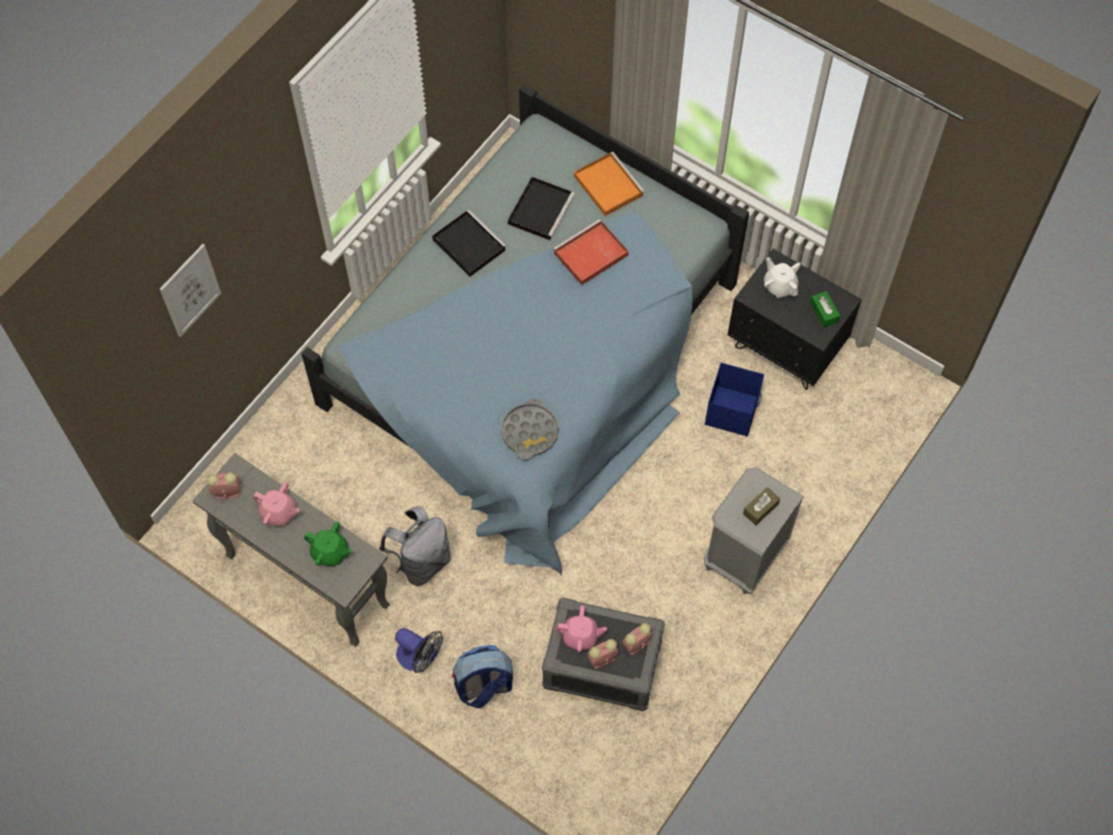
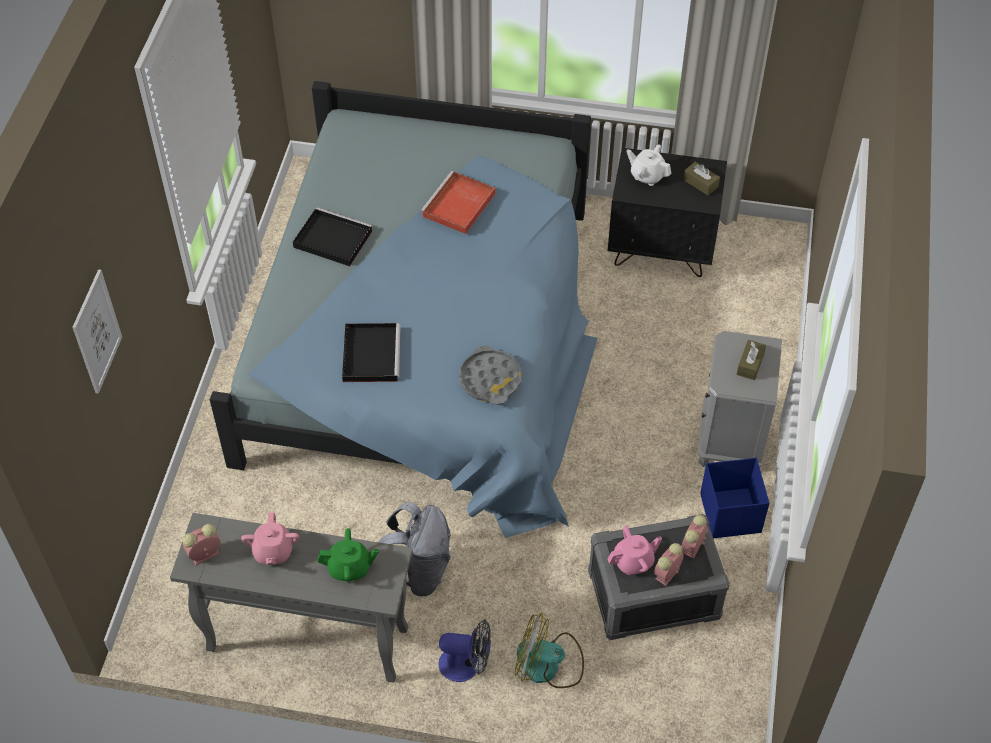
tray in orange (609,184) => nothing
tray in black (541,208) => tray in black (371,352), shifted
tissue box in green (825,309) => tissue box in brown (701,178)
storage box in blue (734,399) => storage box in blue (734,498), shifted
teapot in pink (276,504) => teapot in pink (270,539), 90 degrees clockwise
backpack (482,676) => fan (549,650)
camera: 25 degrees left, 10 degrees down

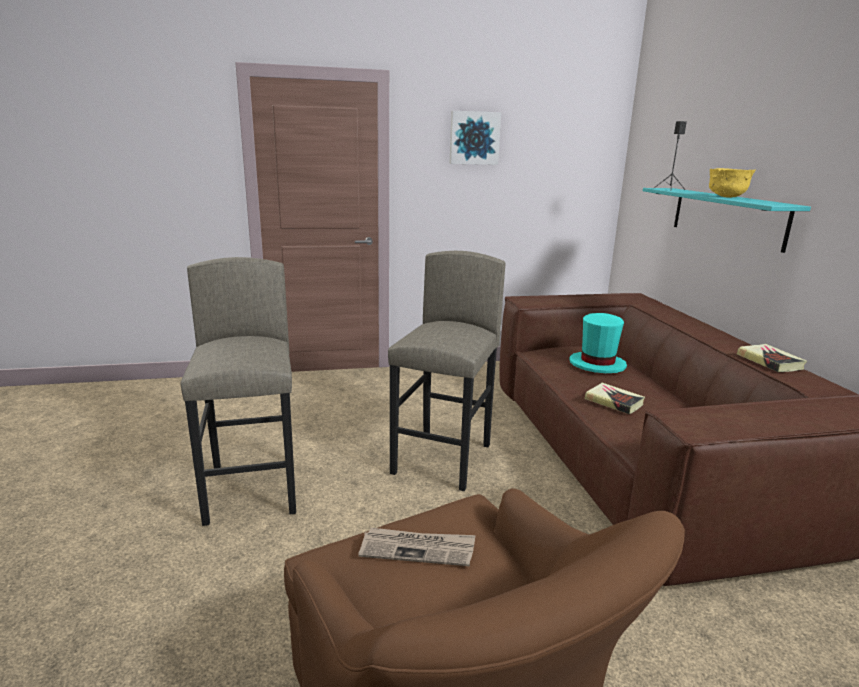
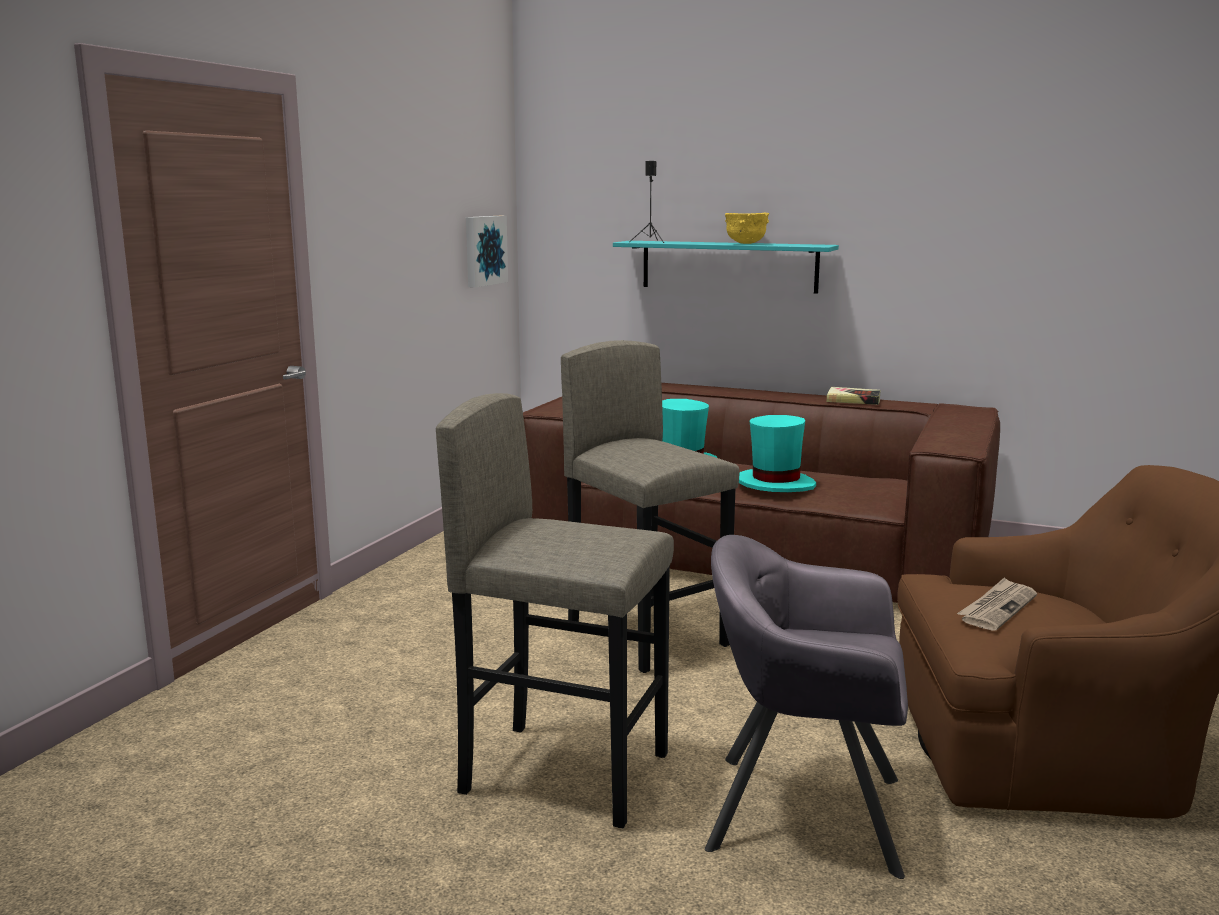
picture (475,138) => picture (487,252), shifted
book (614,398) => hat in turquoise (777,453)
nothing => armchair in grey (806,707)
camera: 55 degrees left, 5 degrees down

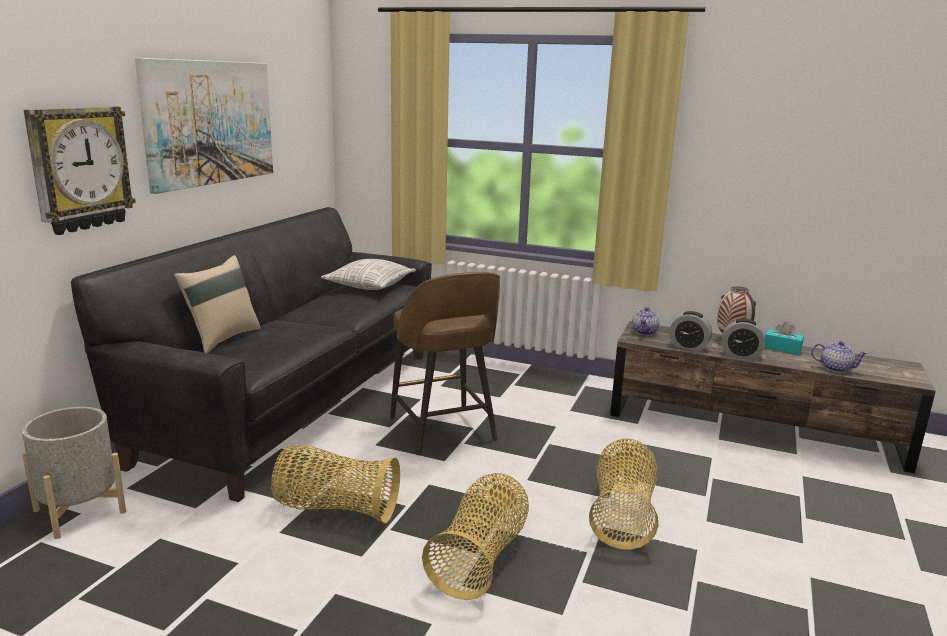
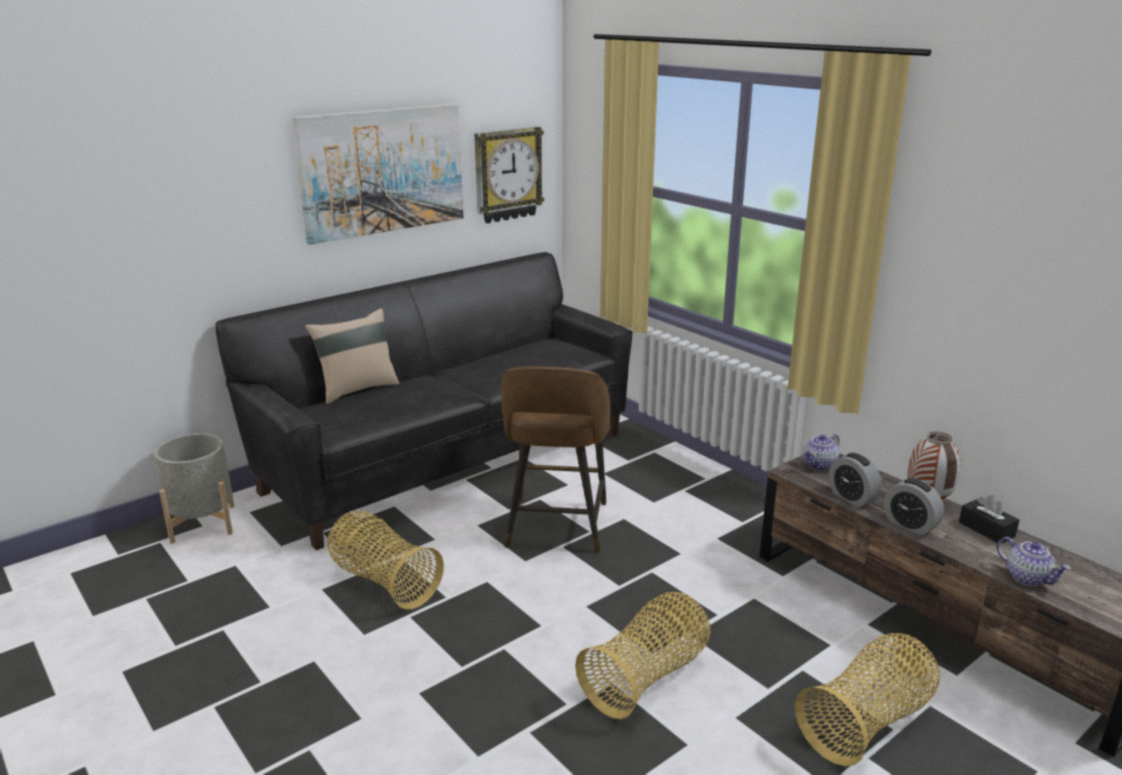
wall clock (80,171) => wall clock (509,175), shifted
pillow (368,274) => nothing
tissue box in turquoise (784,338) => tissue box in black (989,519)
basket (475,536) => basket (867,699), shifted
camera: 30 degrees right, 5 degrees up

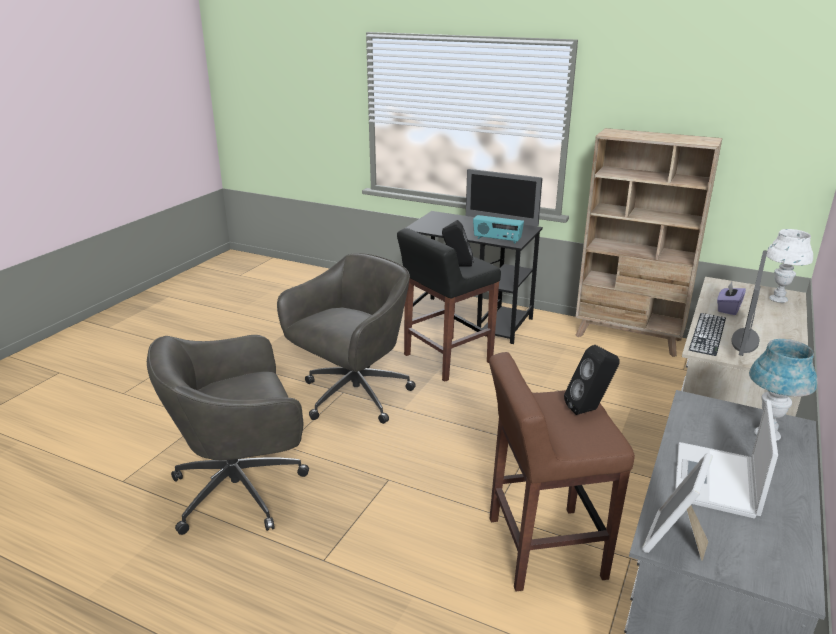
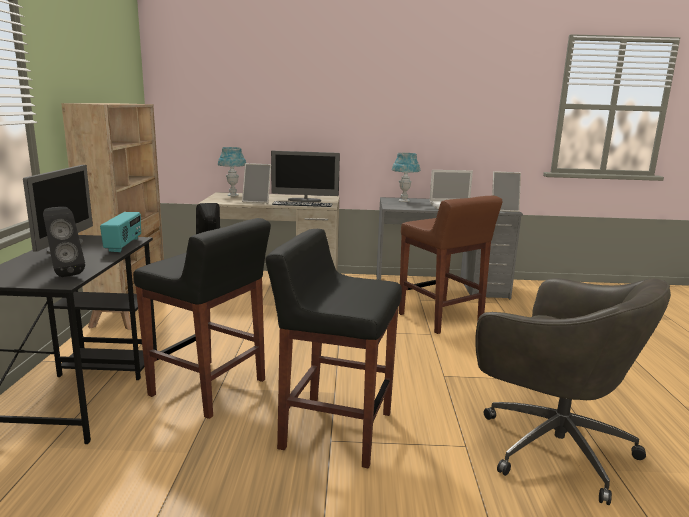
table lamp in white (789,266) => table lamp in blue (232,171)
office chair in grey (346,338) => stool in black (333,349)
tissue box in purple (731,298) => picture frame (256,183)
speaker in black (592,380) => speaker in black (64,242), shifted
camera: 115 degrees left, 10 degrees down

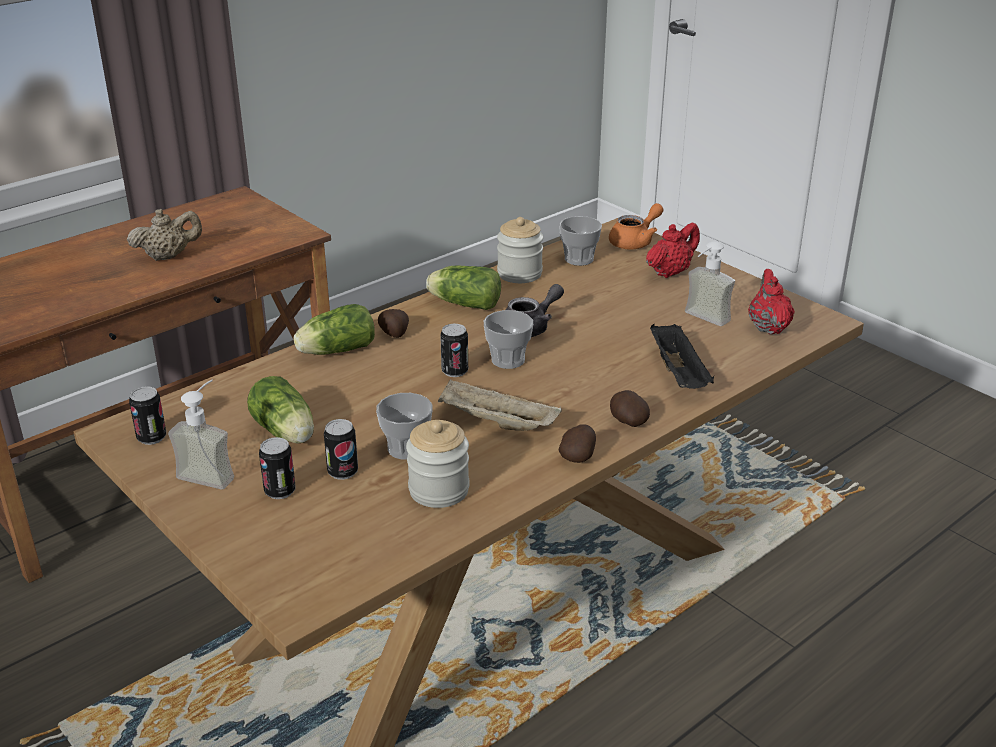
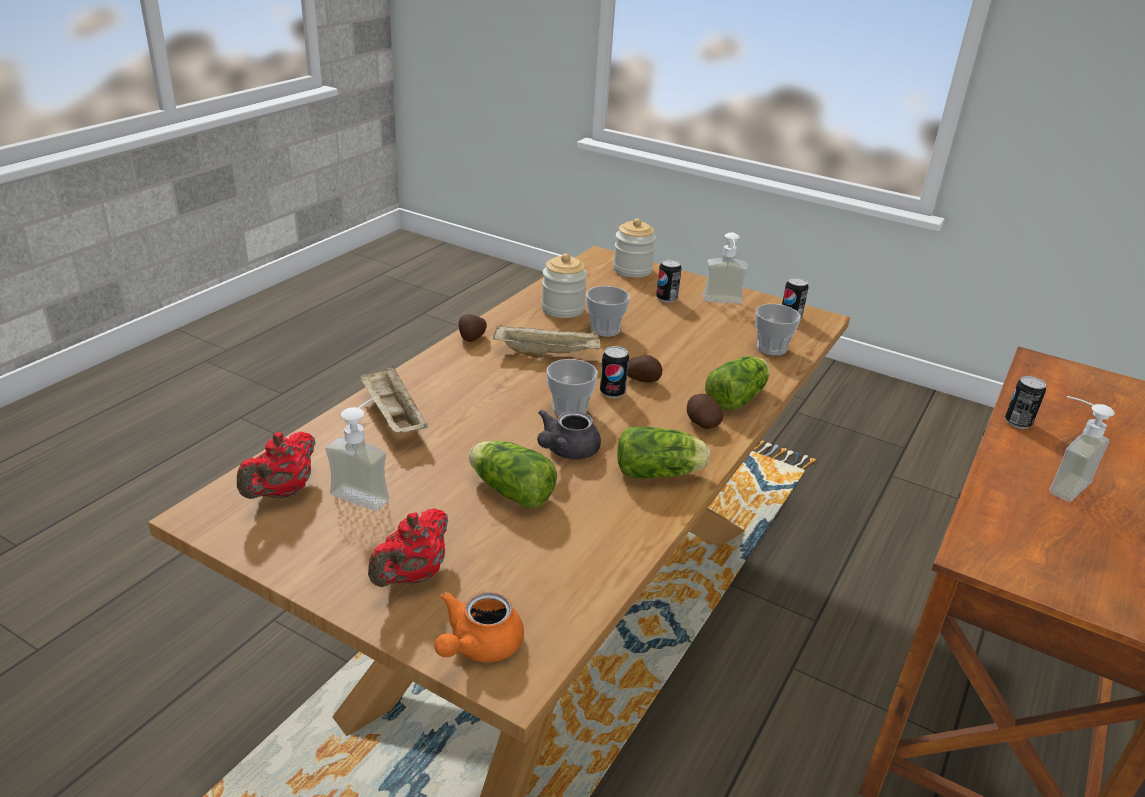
teapot in beige (164,235) => soap dispenser (1082,449)
cup (580,241) => cup (778,330), shifted
jar (520,250) => jar (634,248), shifted
teapot in red (771,301) => teapot in red (276,465), 45 degrees clockwise
tray in black (682,356) => tray in beige (393,399)
lettuce (280,410) => lettuce (513,474), shifted
potato (630,408) => potato (644,369), shifted
can (341,449) => can (1025,402), shifted
camera: 160 degrees right, 0 degrees up

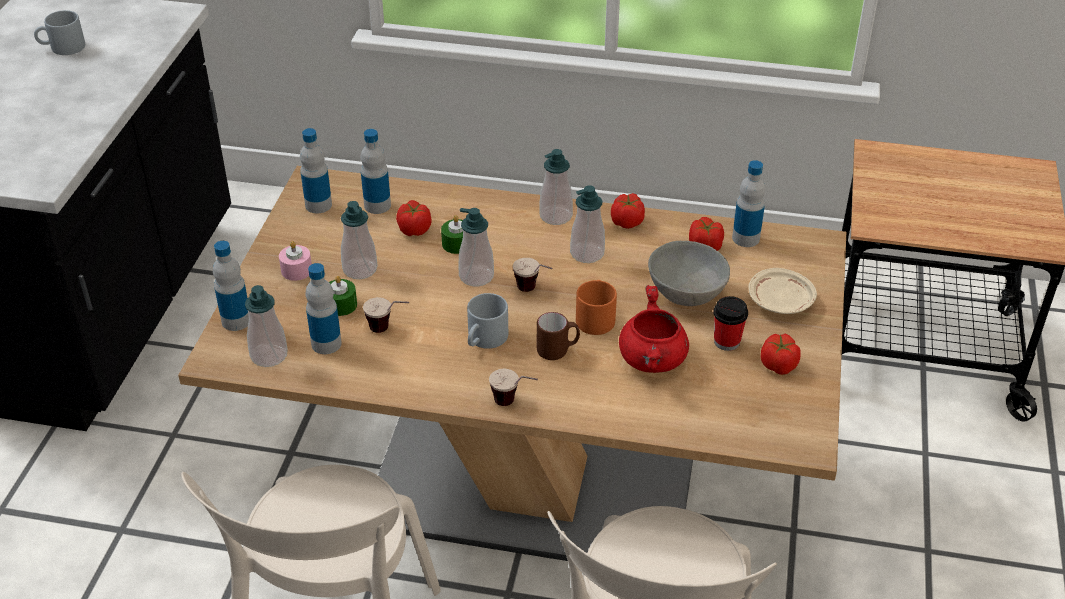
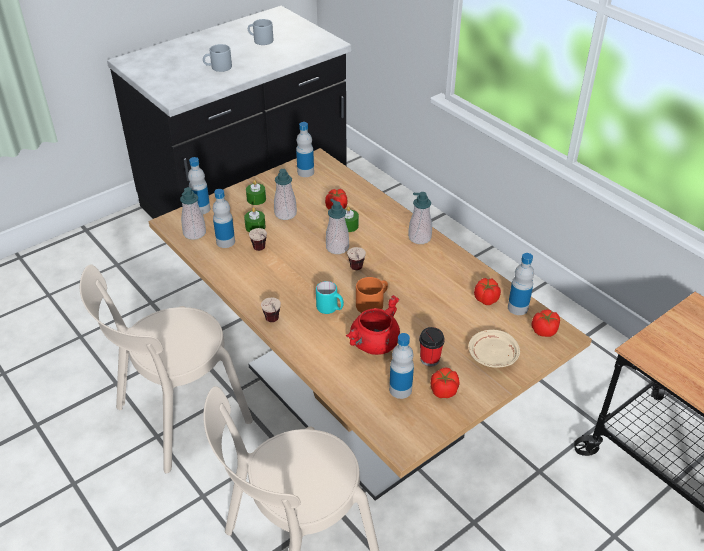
bottle (376,171) => bottle (401,366), shifted
soap dispenser (587,224) => nothing
tomato (628,211) => tomato (545,323), shifted
candle in pink (295,261) => candle in green (256,192)
bowl in grey (689,273) => nothing
mug in grey (487,321) => mug in grey (217,58), shifted
mug in brown (558,336) => mug in turquoise (330,297)
camera: 40 degrees right, 0 degrees up

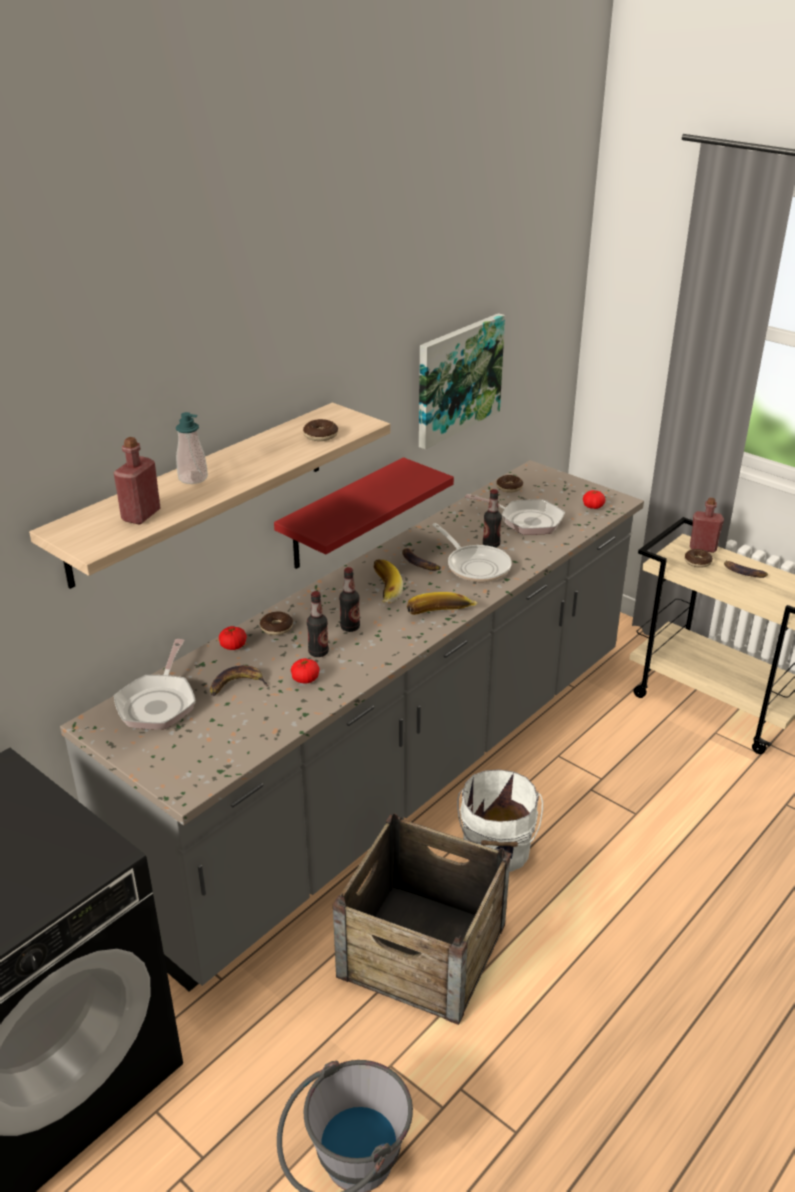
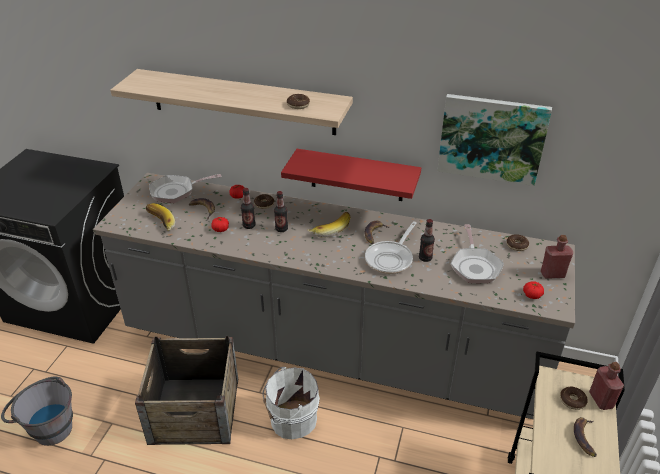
soap dispenser (192,448) => nothing
bottle in red (137,480) => bottle in red (557,257), shifted
banana (442,603) => banana (160,217), shifted
camera: 65 degrees right, 5 degrees up

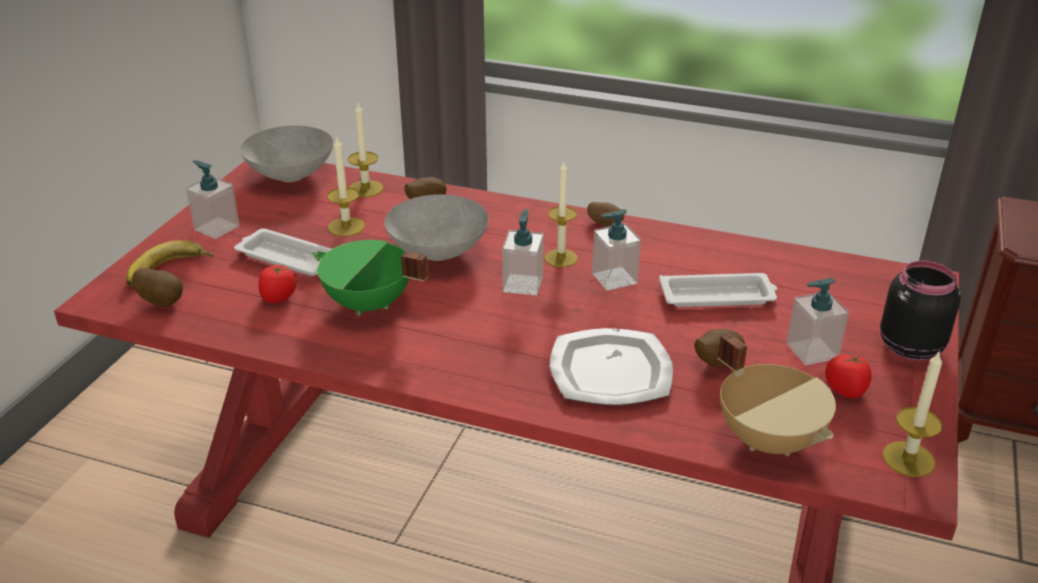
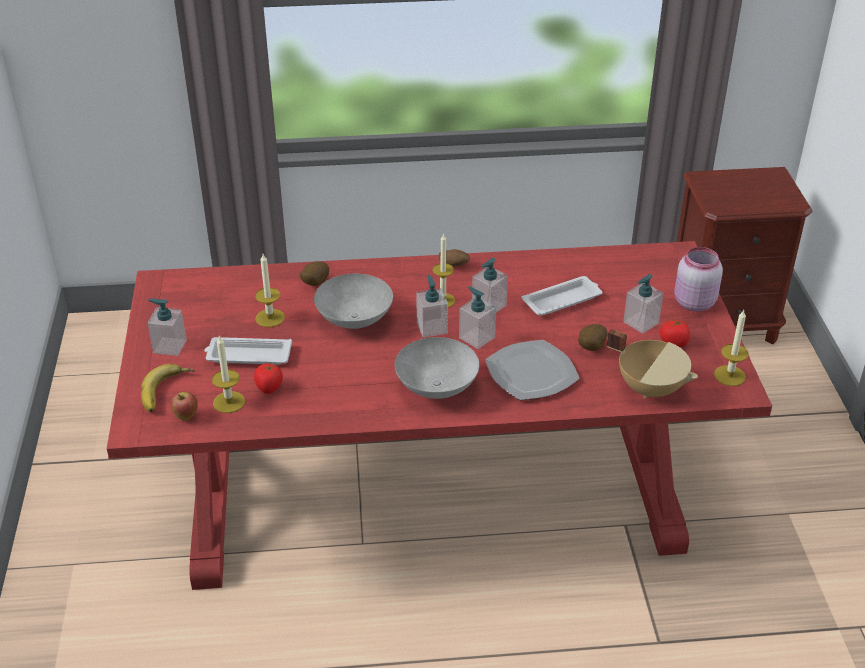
candle (365,150) => candle (228,374), shifted
bowl in grey (286,154) => bowl in grey (437,368), shifted
cooking pot in green (370,278) => nothing
jar in black (920,310) => jar in pink (698,279)
potato (157,287) => apple (184,406)
nothing => soap dispenser (477,317)
camera: 25 degrees left, 5 degrees up

